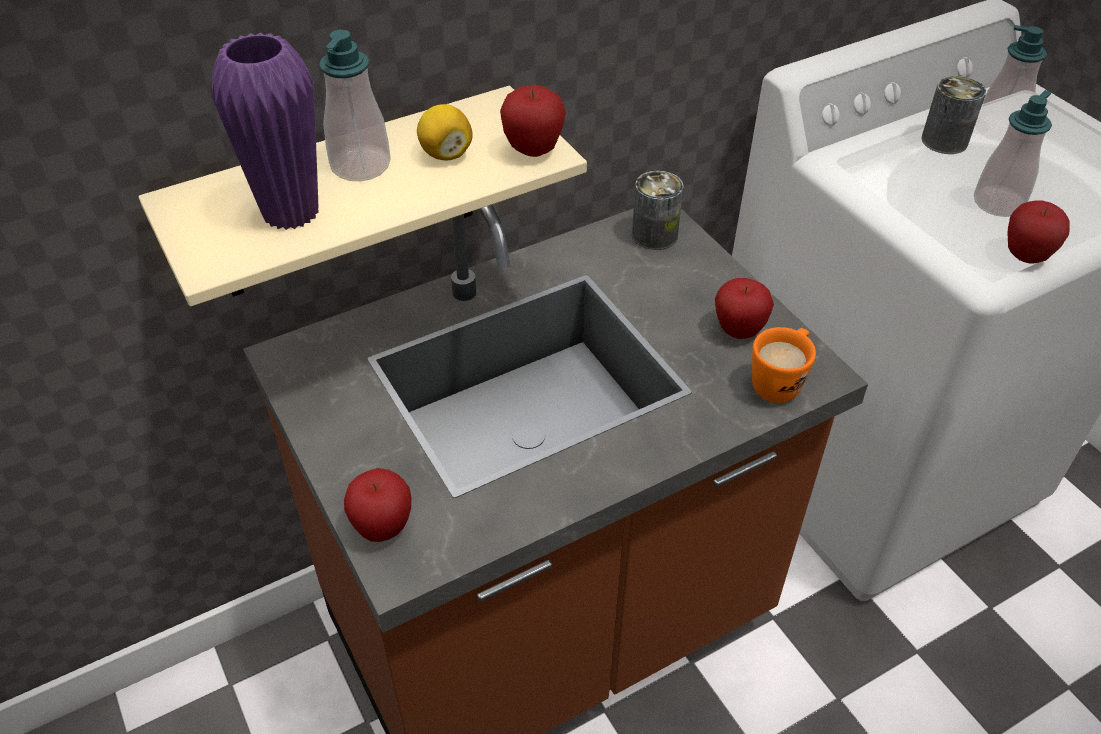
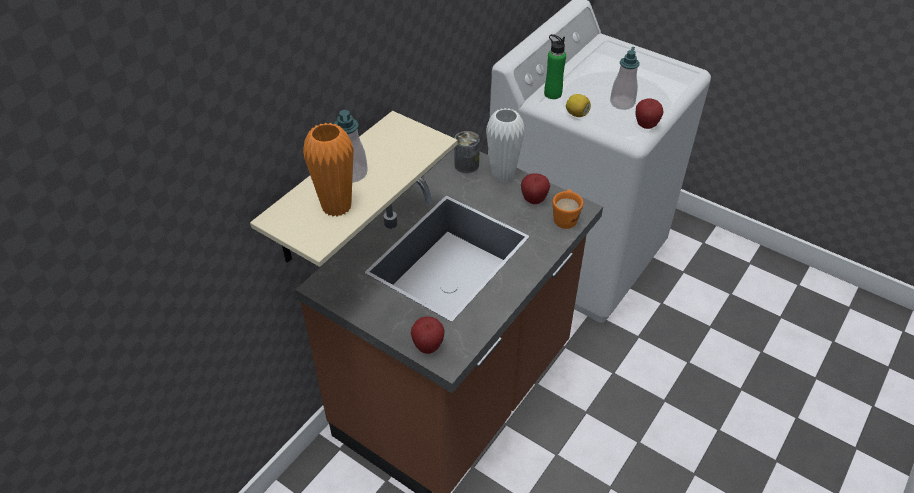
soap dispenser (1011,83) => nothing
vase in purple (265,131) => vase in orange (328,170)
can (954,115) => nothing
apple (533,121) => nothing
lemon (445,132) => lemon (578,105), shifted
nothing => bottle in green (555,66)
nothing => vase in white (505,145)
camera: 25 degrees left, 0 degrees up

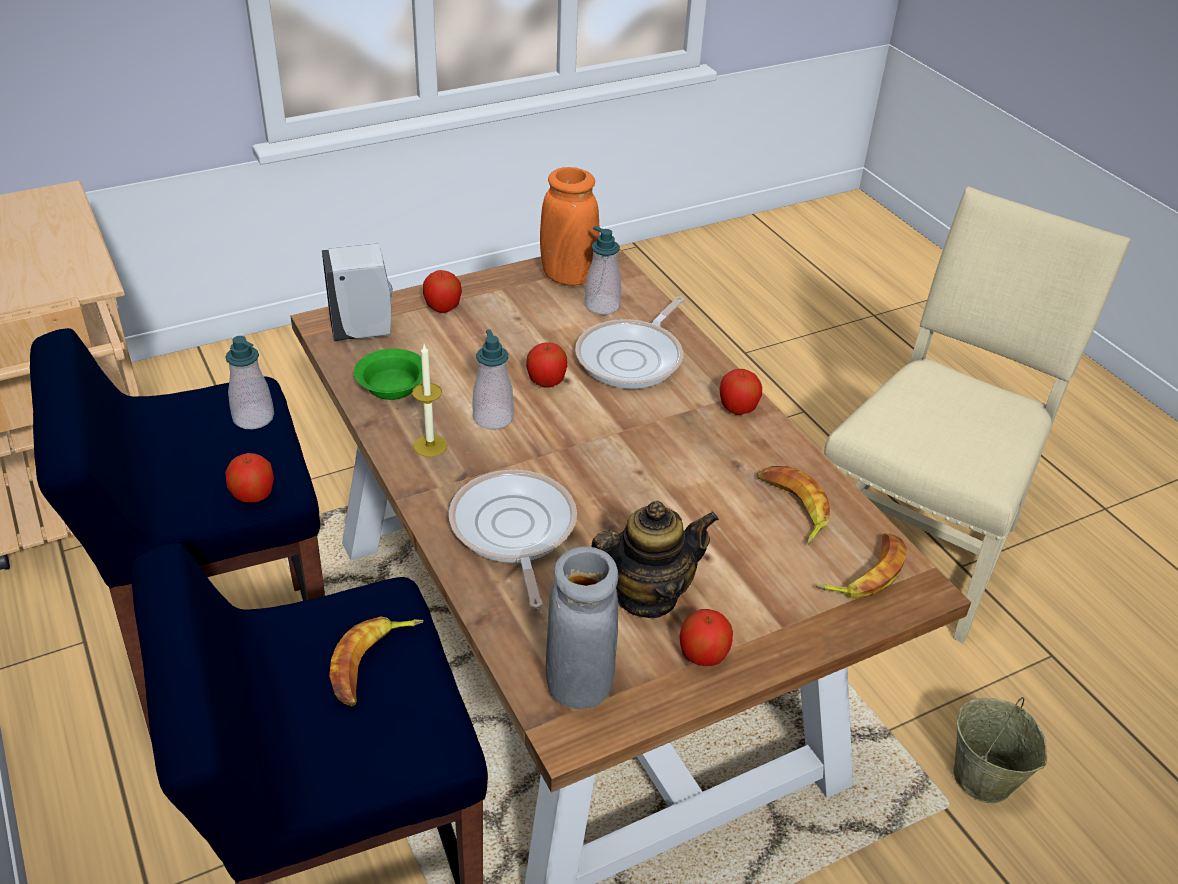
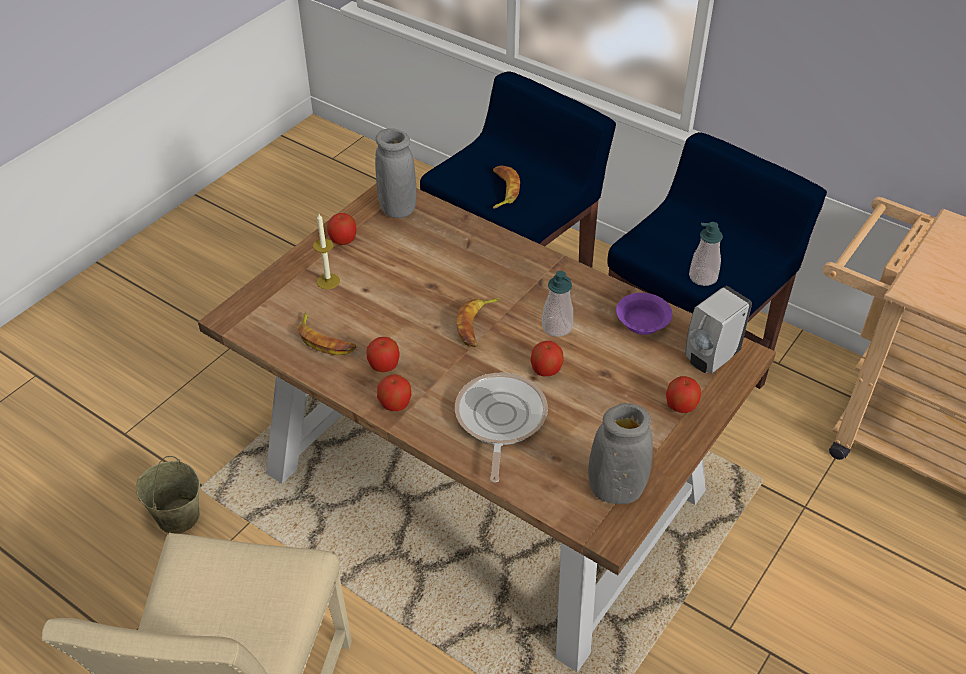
vase in orange (570,226) => vase in grey (620,453)
soap dispenser (603,270) => nothing
candle (429,400) => candle (326,251), shifted
bowl in green (388,374) => bowl in purple (644,314)
apple (249,478) => apple (383,354), shifted
frying pan (513,539) => nothing
teapot (655,559) => nothing
banana (861,566) => banana (479,322), shifted
camera: 155 degrees right, 5 degrees up

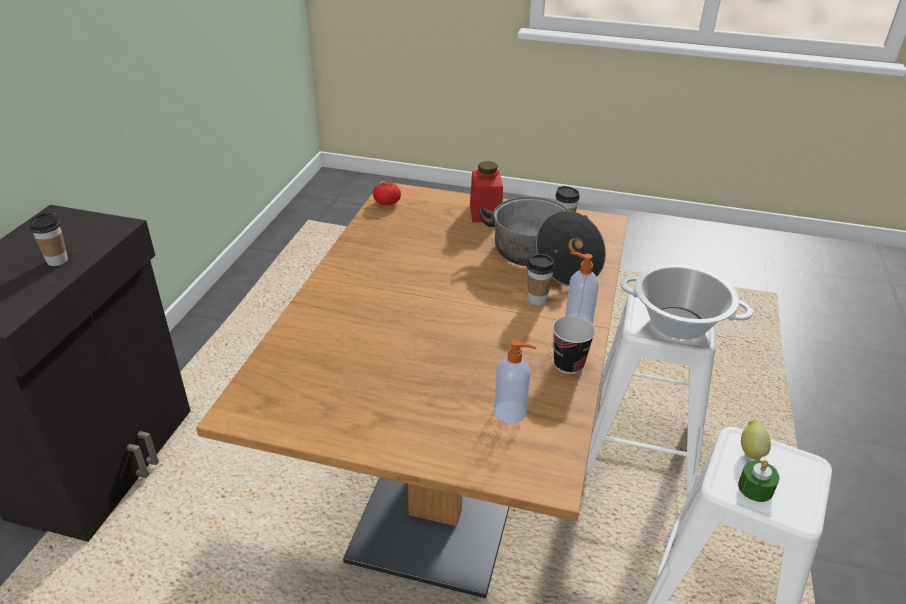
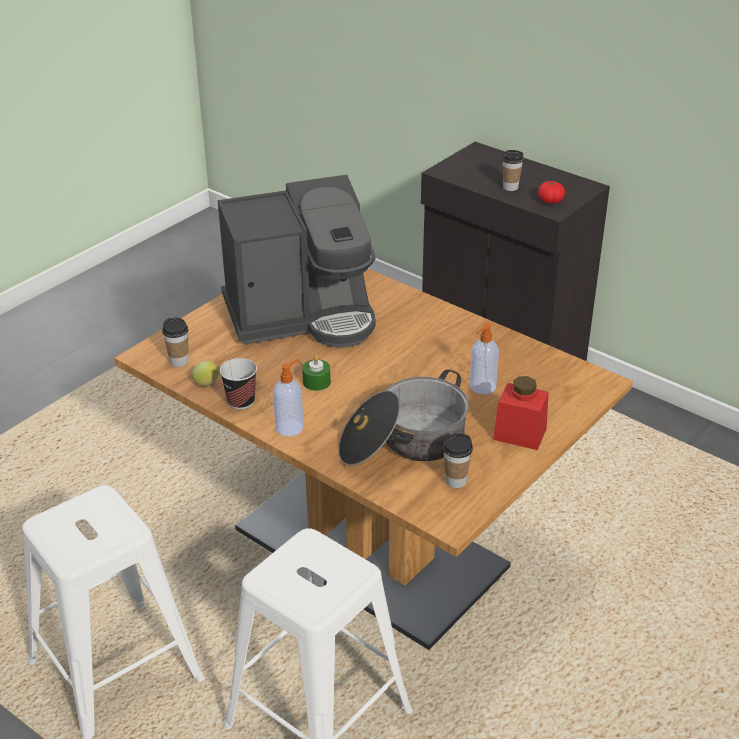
tomato (387,193) => tomato (551,192), shifted
cup (541,279) => cup (175,342), shifted
cooking pot (686,302) => nothing
soap dispenser (515,381) => soap dispenser (484,358), shifted
lemon (756,440) => lemon (206,373), shifted
candle in green (758,481) => candle in green (316,373), shifted
nothing => coffee machine (297,261)
camera: 115 degrees right, 0 degrees up

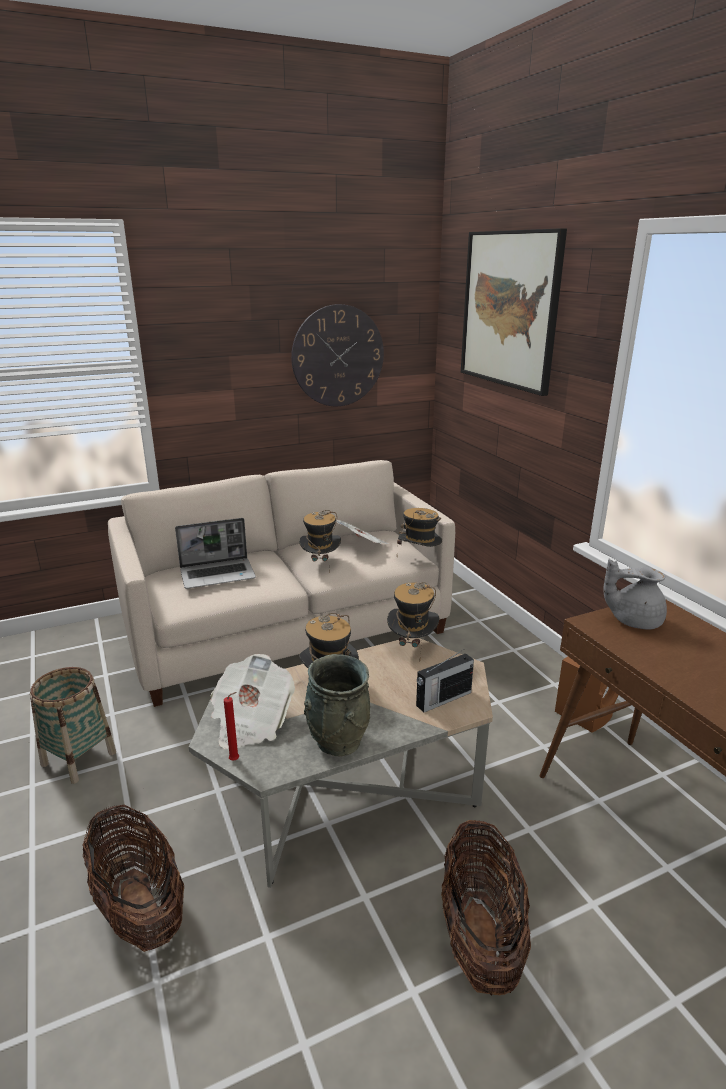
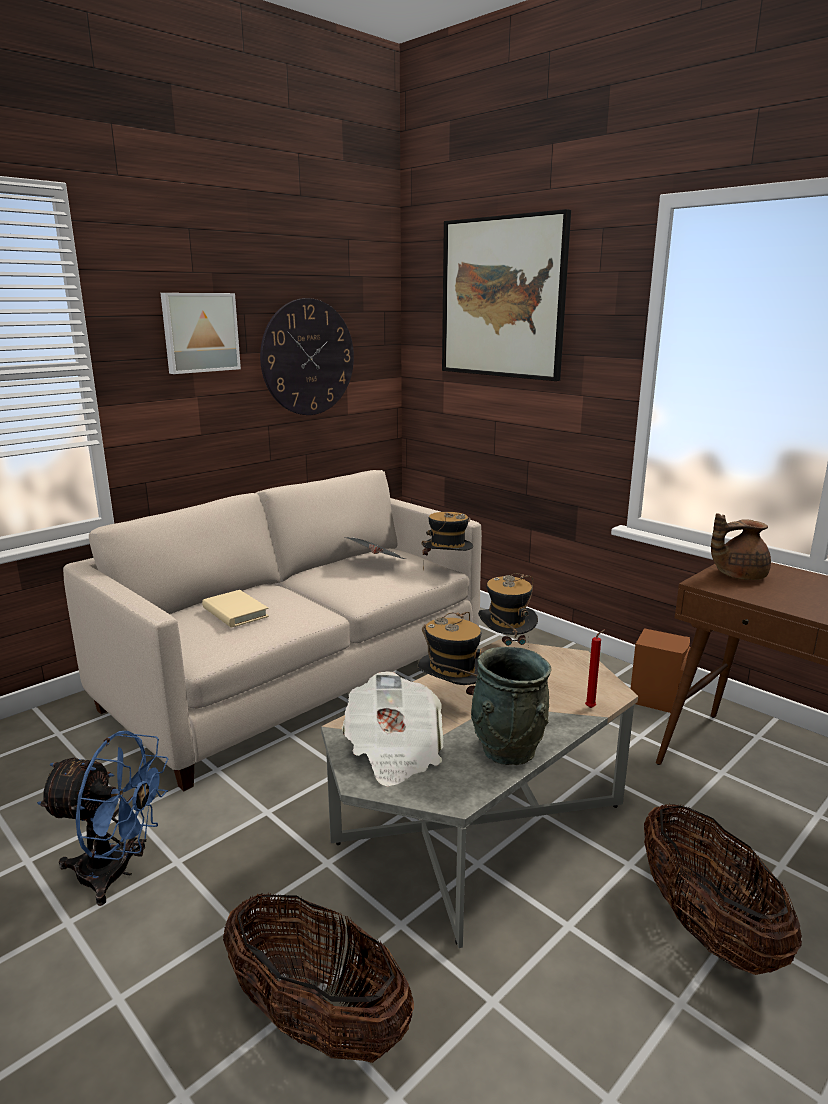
hat (320,542) => nothing
laptop (215,553) => book in beige (235,609)
teapot in grey (635,594) => teapot in brown (741,546)
radio (445,681) => nothing
basket (73,725) => fan in blue (102,818)
candle in red (231,726) => candle in red (595,669), shifted
nothing => picture (201,333)
camera: 20 degrees left, 5 degrees down

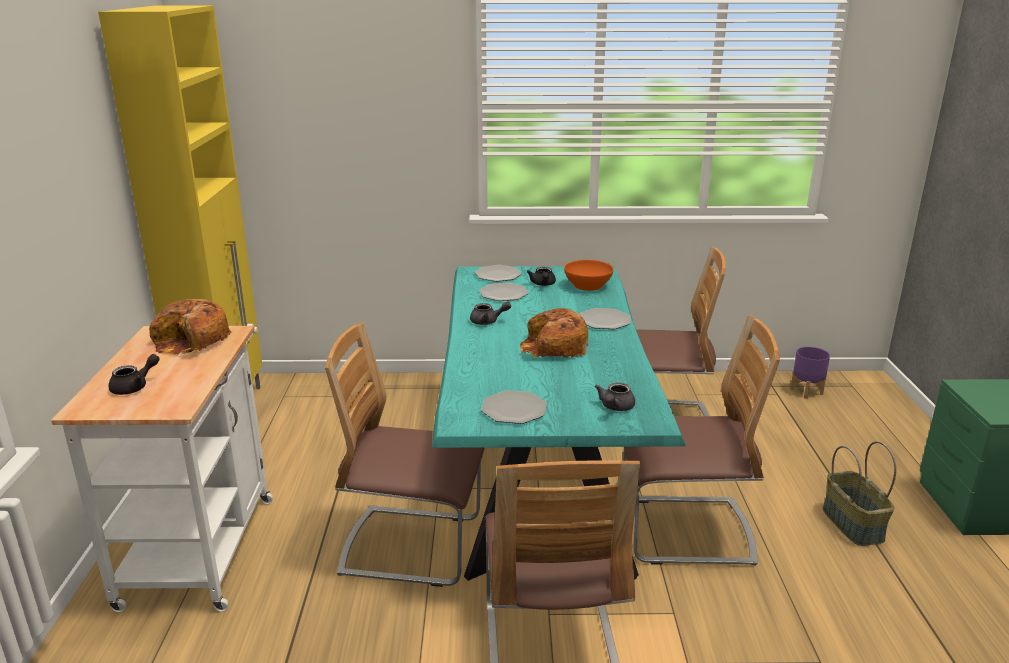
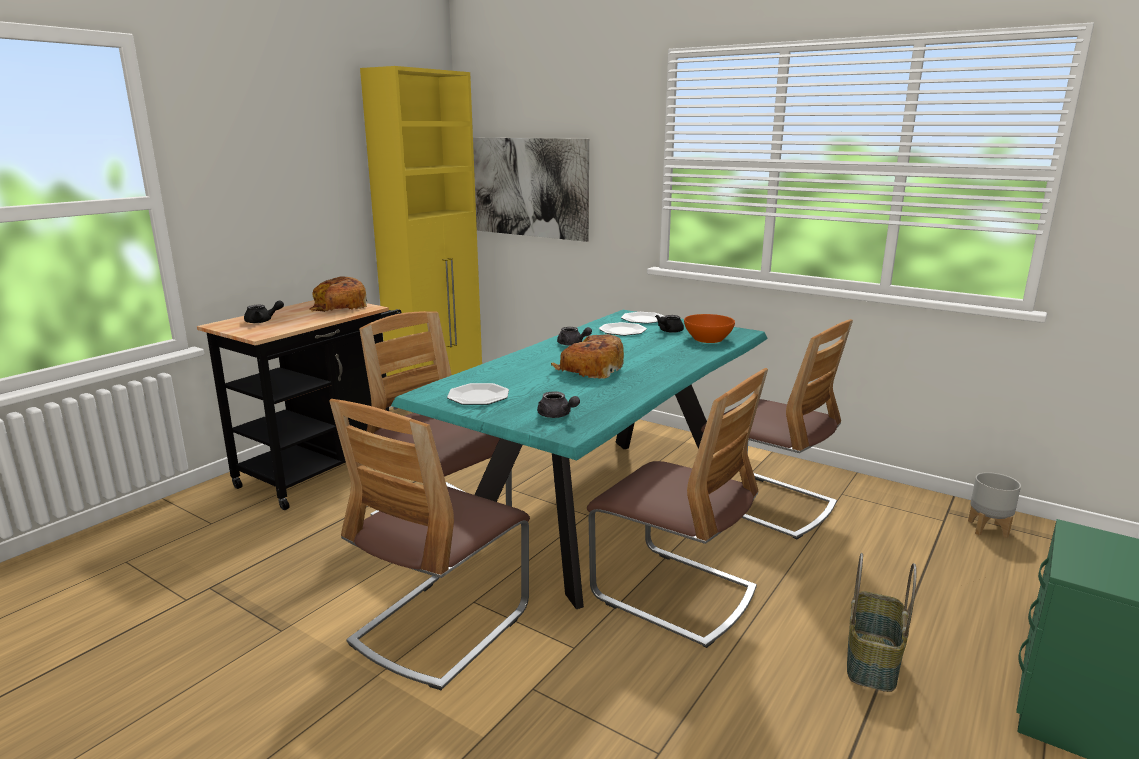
plate (605,318) => nothing
cart in white (162,468) => cart in black (299,405)
planter in purple (810,372) => planter in grey (994,505)
teapot in grey (615,397) => teapot in grey (558,404), 105 degrees counterclockwise
nothing => picture (531,190)
camera: 35 degrees right, 5 degrees down

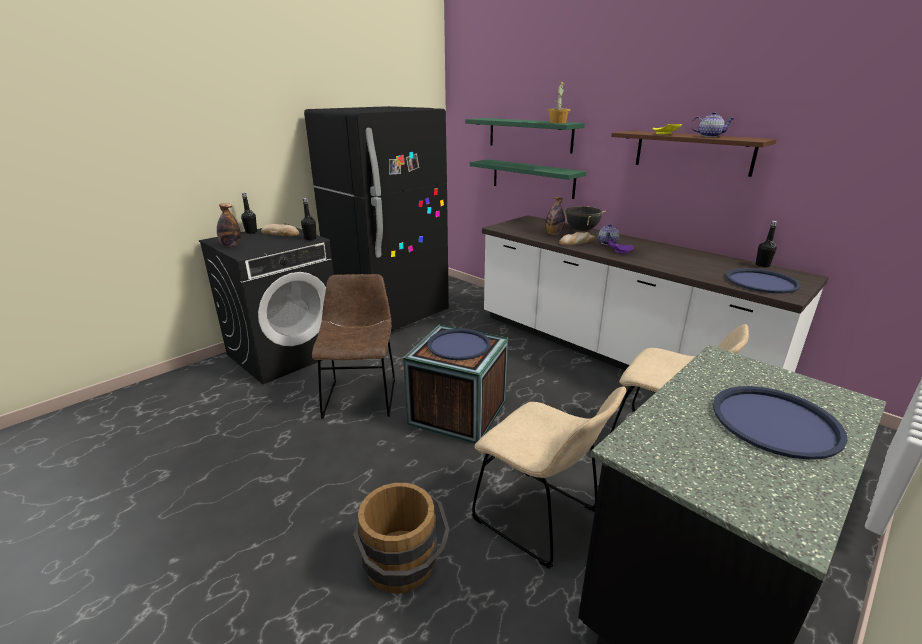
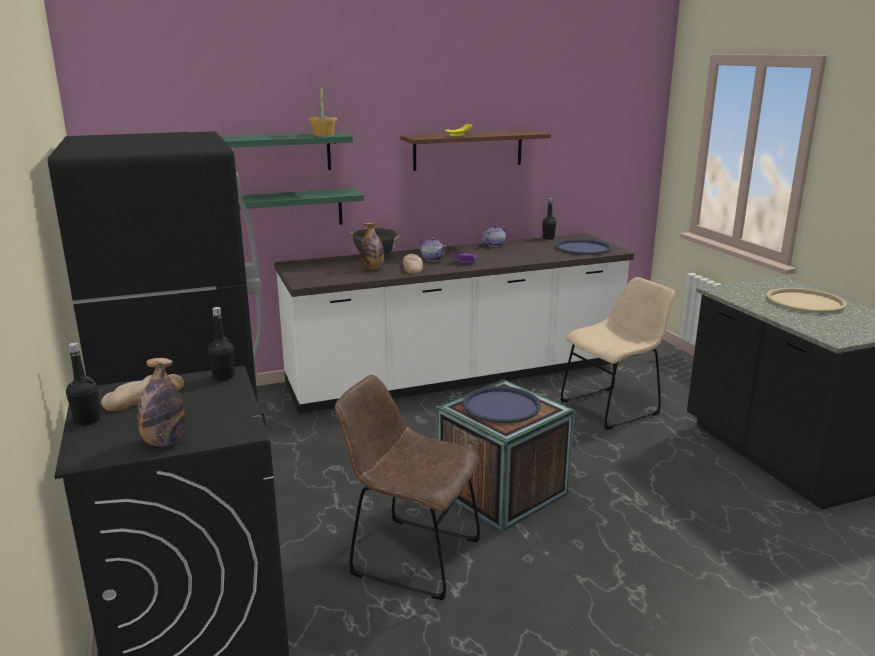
teapot (713,124) => teapot (495,236), shifted
chair in beige (549,477) => nothing
tray in blue (780,423) => tray in beige (807,300)
bucket in brown (401,538) => nothing
camera: 65 degrees left, 5 degrees down

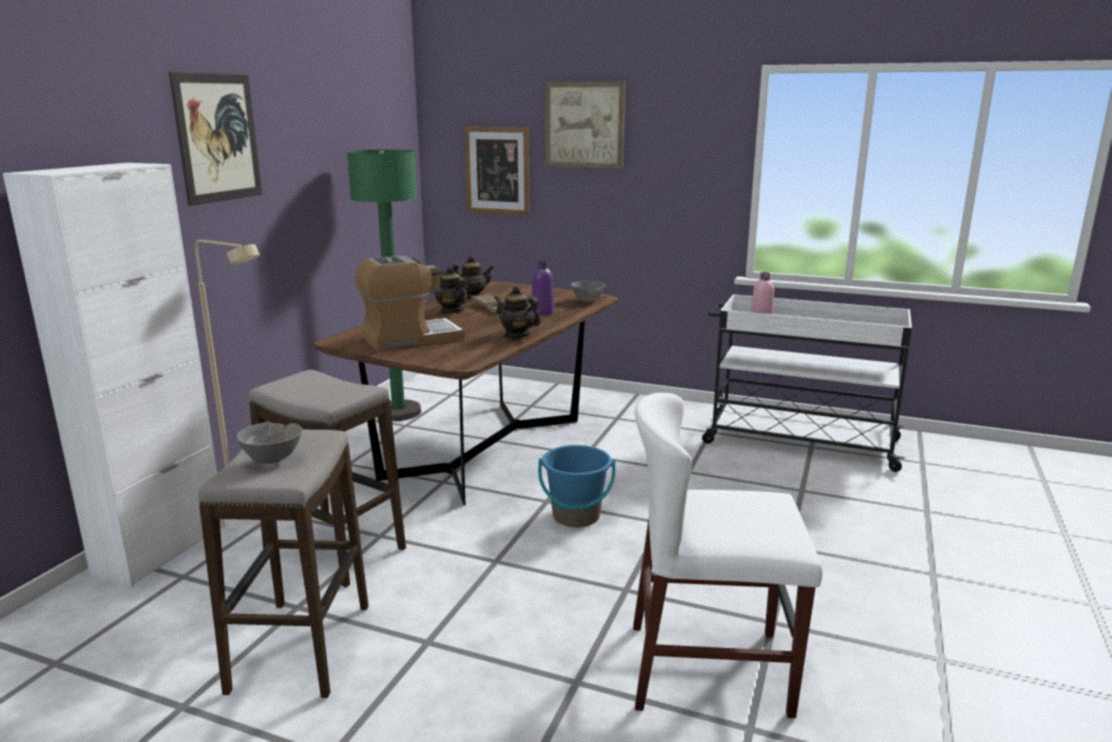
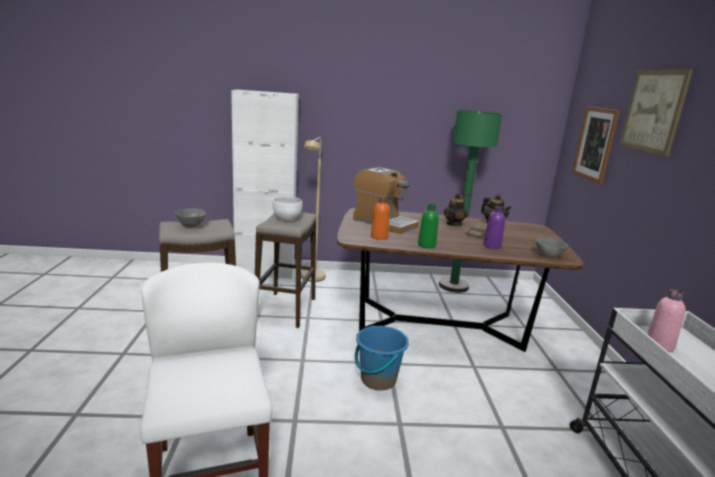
picture (215,139) => nothing
teapot (517,312) => bottle in green (428,226)
nothing => bowl in white (287,209)
nothing => bottle in orange (380,218)
camera: 65 degrees right, 0 degrees up

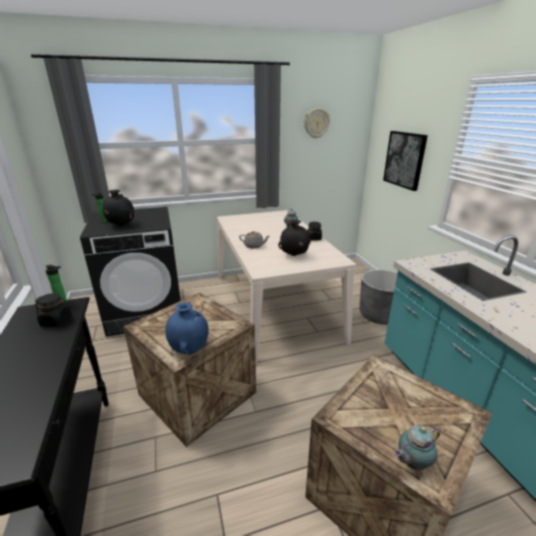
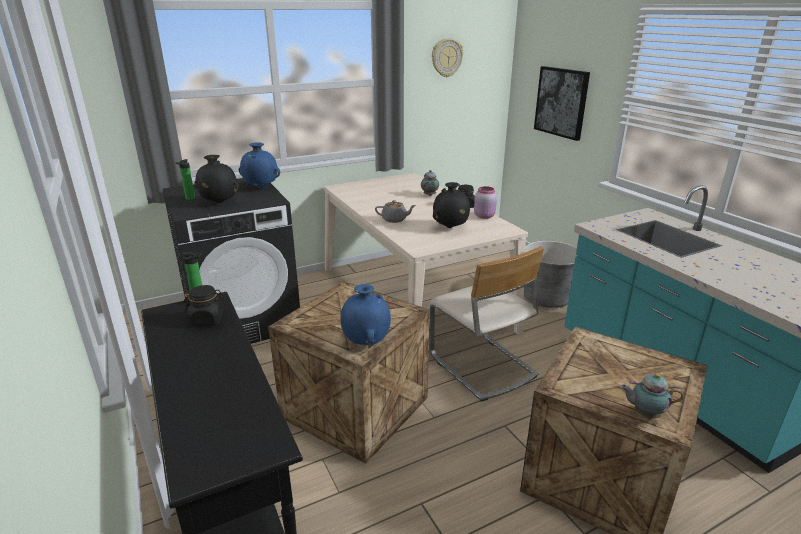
teapot (417,447) => teapot (652,396), 45 degrees clockwise
nothing => vase in blue (259,165)
nothing => jar in pink (485,202)
nothing => chair in beige (487,323)
camera: 10 degrees left, 0 degrees up

